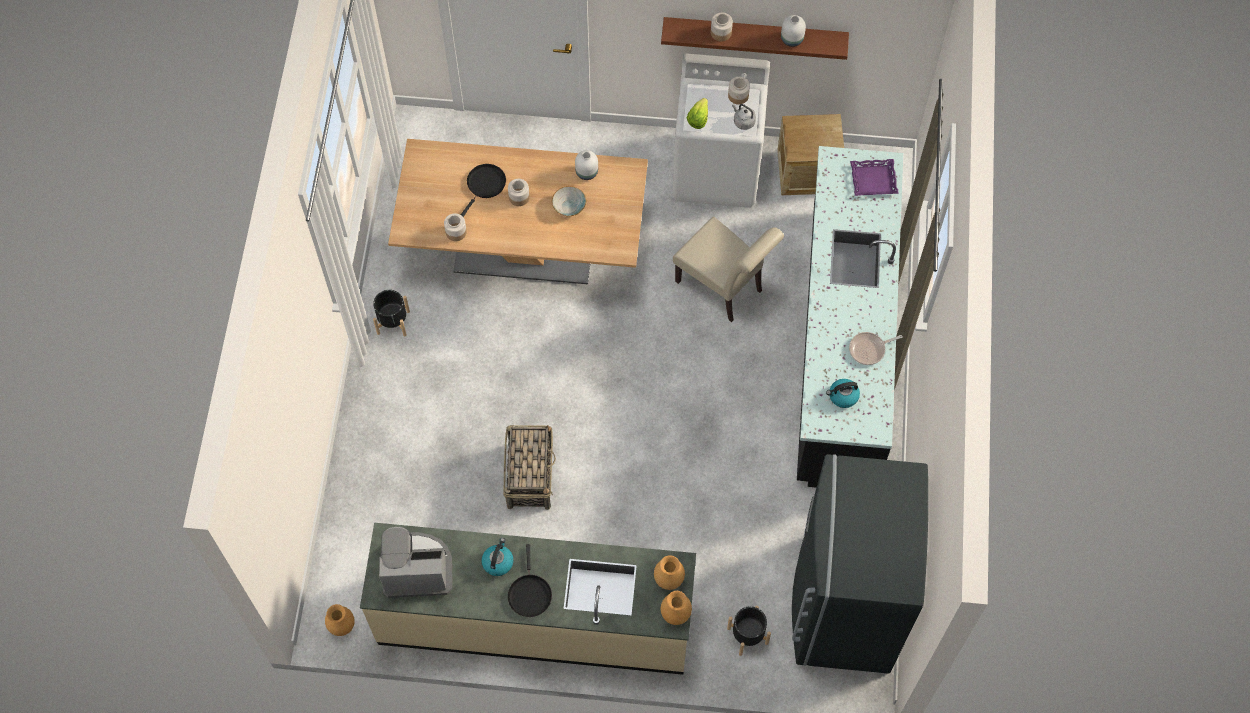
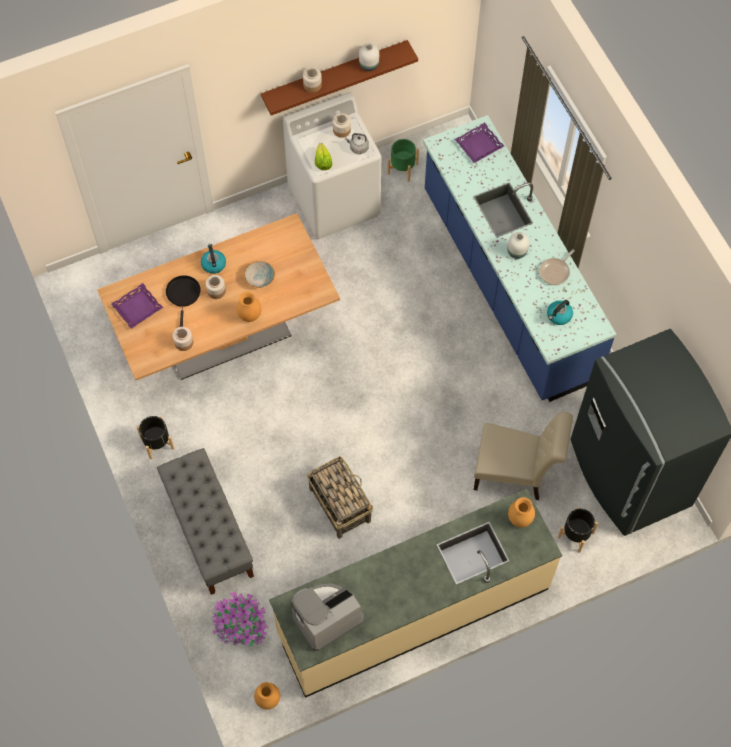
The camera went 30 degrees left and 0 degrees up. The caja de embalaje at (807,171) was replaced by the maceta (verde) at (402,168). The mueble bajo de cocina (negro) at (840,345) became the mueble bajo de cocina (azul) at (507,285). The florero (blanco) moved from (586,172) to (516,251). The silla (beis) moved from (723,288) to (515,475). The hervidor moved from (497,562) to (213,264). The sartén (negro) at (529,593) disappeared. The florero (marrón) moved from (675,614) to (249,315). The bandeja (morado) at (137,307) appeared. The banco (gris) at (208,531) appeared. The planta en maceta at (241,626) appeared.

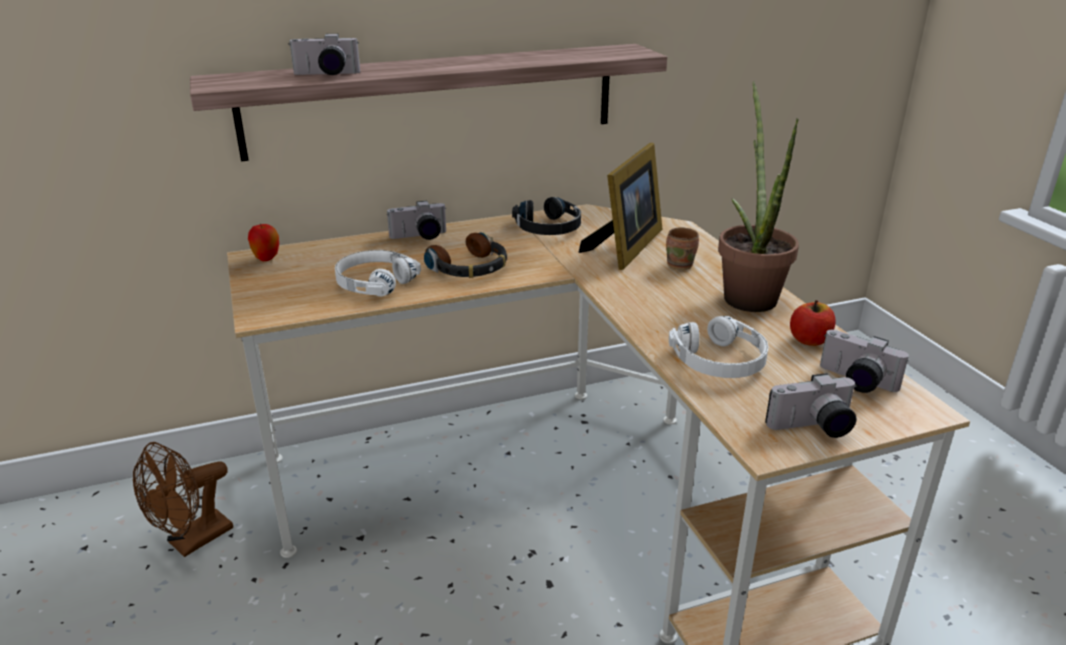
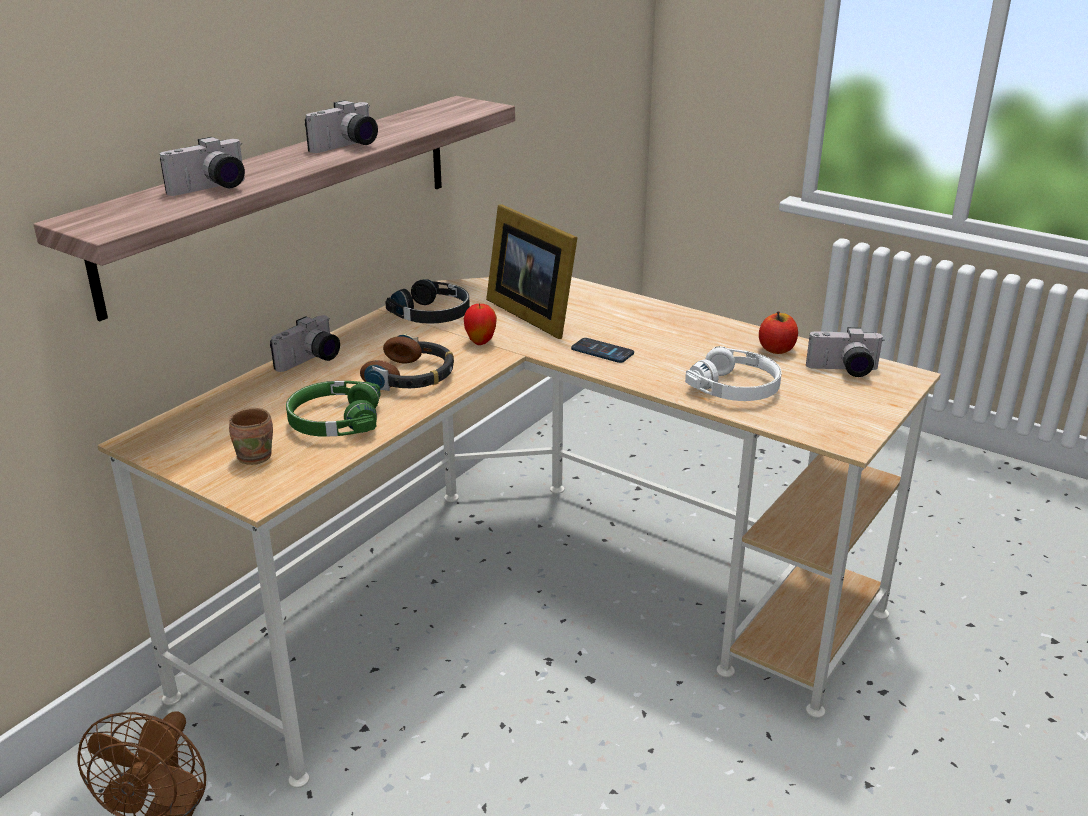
The camera went 35 degrees left and 0 degrees up. The planta en maceta at (747,294) disappeared. The portarretratos at (626,247) turned 150 degrees clockwise. The manzana moved from (266,259) to (481,342). The taza grande (marrón) moved from (681,265) to (256,456). The auriculares (blanco) at (374,282) became the auriculares (verde) at (334,421). The cámara moved from (813,428) to (347,147). The móvil at (602,351) appeared.

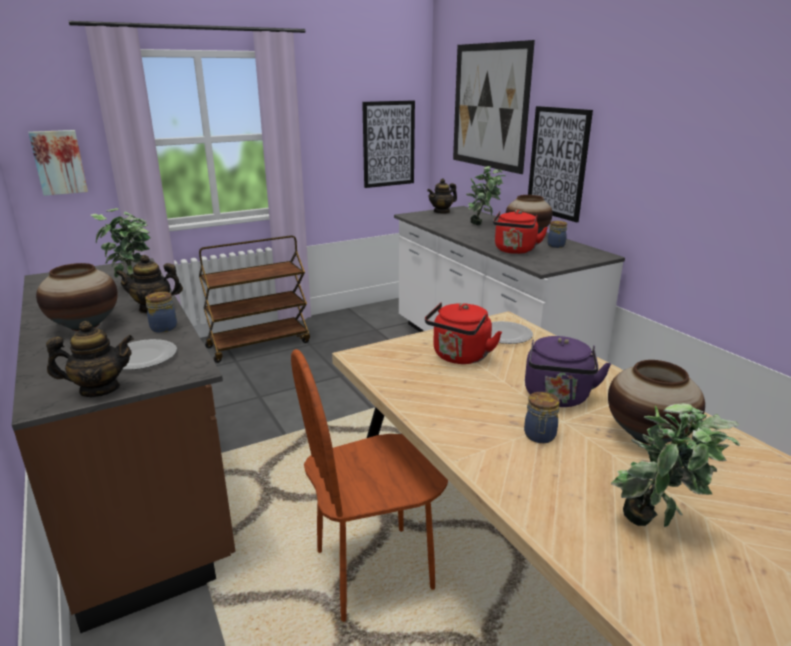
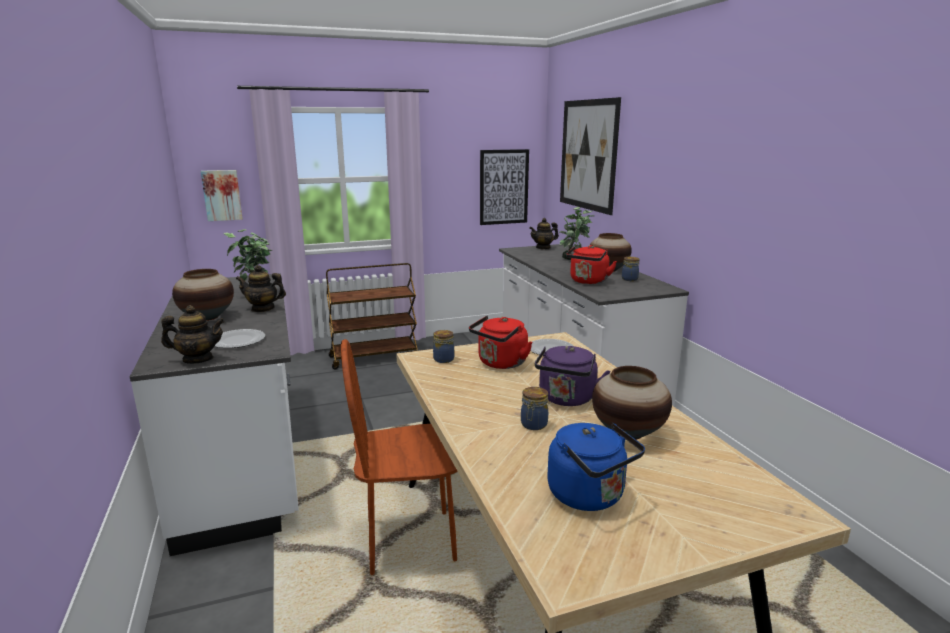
The camera went 10 degrees right and 5 degrees down. The cuadro at (558,163) disappeared. The mueble bajo de cocina (marrón) at (140,484) became the mueble bajo de cocina (blanco) at (245,456). The tarro moved from (163,327) to (443,359). The planta en maceta at (656,529) was replaced by the hervidor (azul) at (590,496).

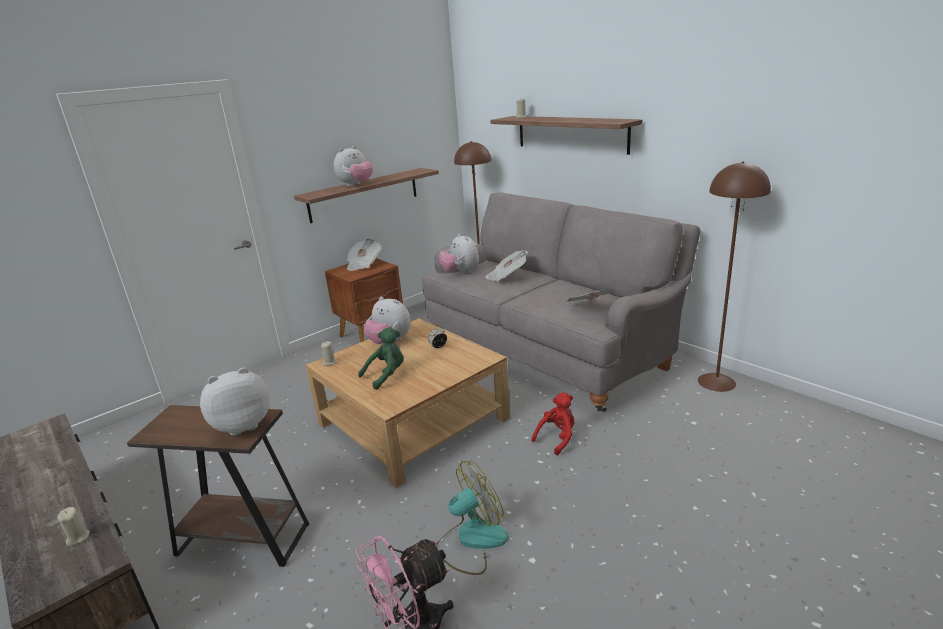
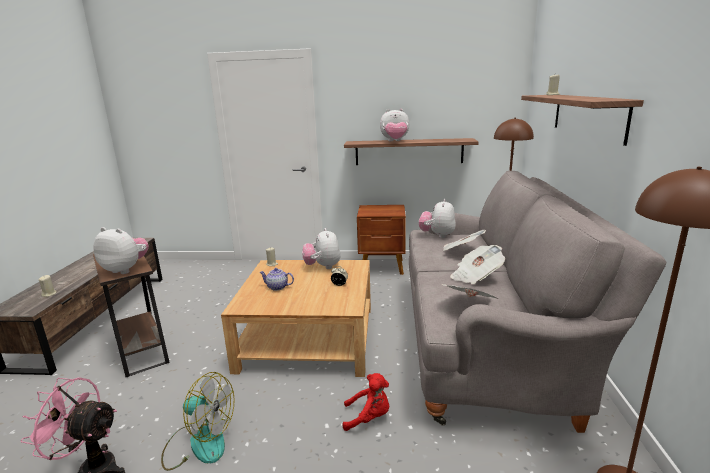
The camera went 45 degrees right and 5 degrees down. The periódico moved from (363,264) to (475,276). The peluche (verde) at (386,375) was replaced by the tetera at (277,287).

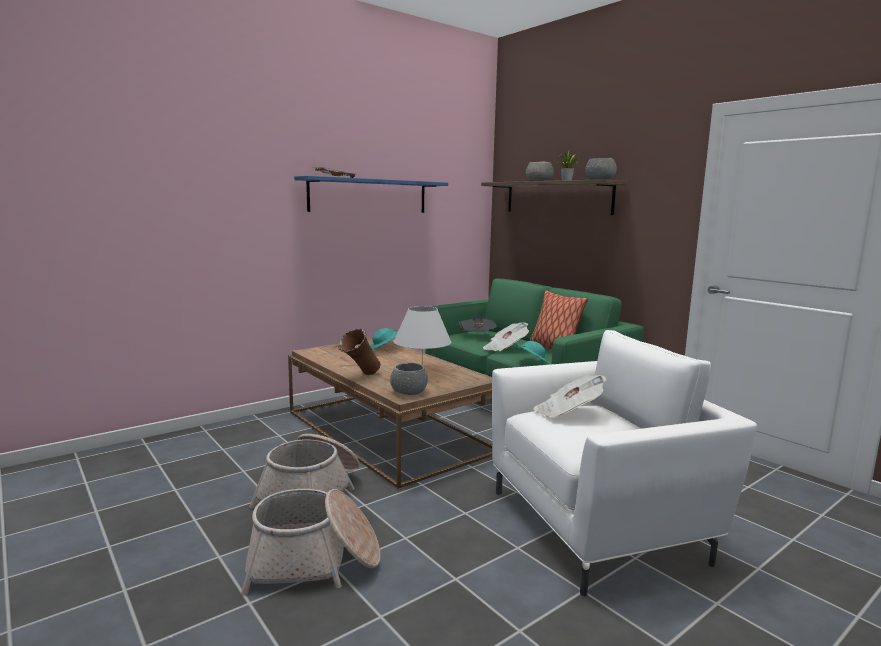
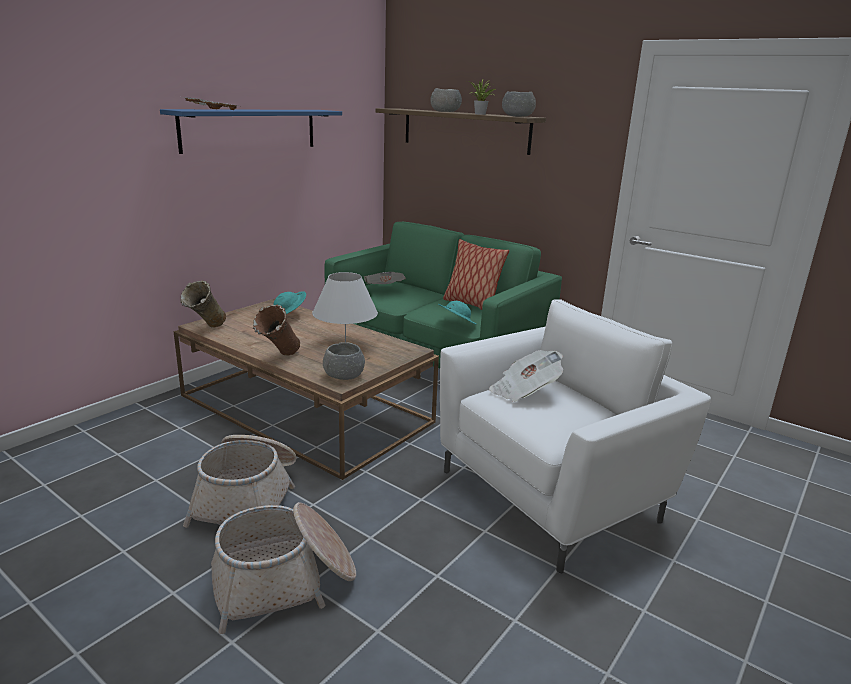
The camera went 15 degrees left and 10 degrees up. The periódico at (505,348) disappeared. The florero (beis) at (206,330) appeared.

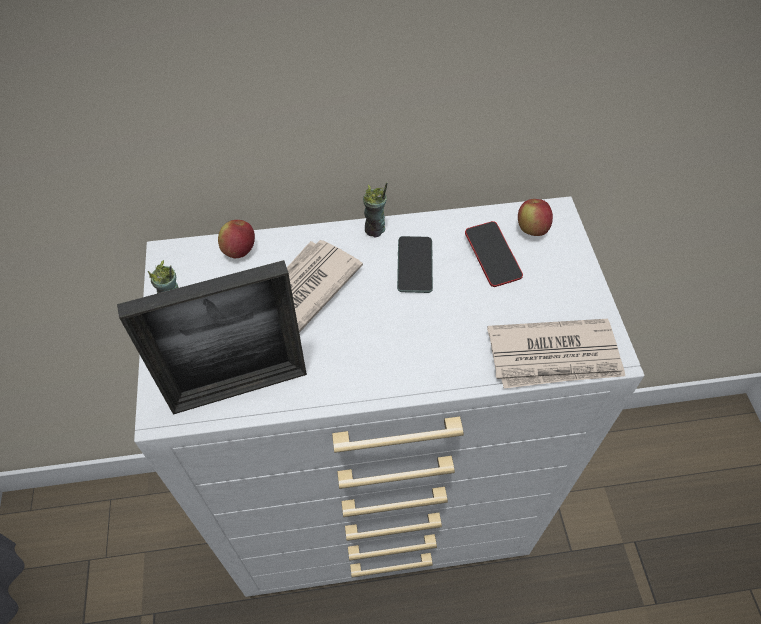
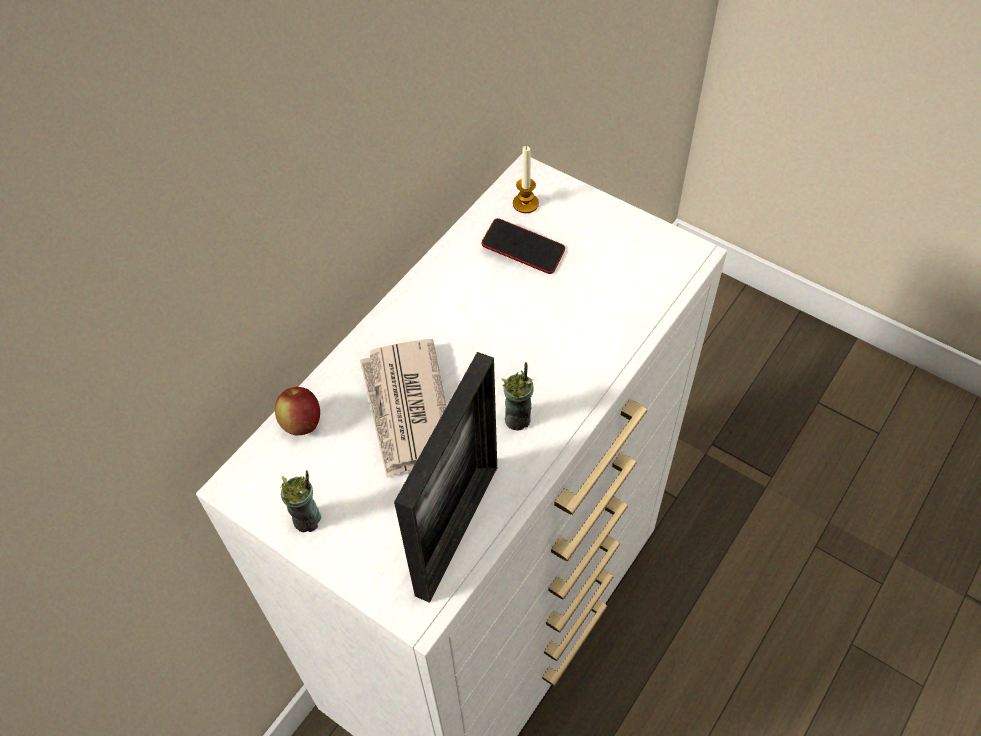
The camera went 45 degrees left and 0 degrees up. The taza moved from (375,230) to (518,419). The manzana at (531,229) was replaced by the vela at (525,204). The móvil at (415,265) disappeared. The periódico at (555,357) disappeared.

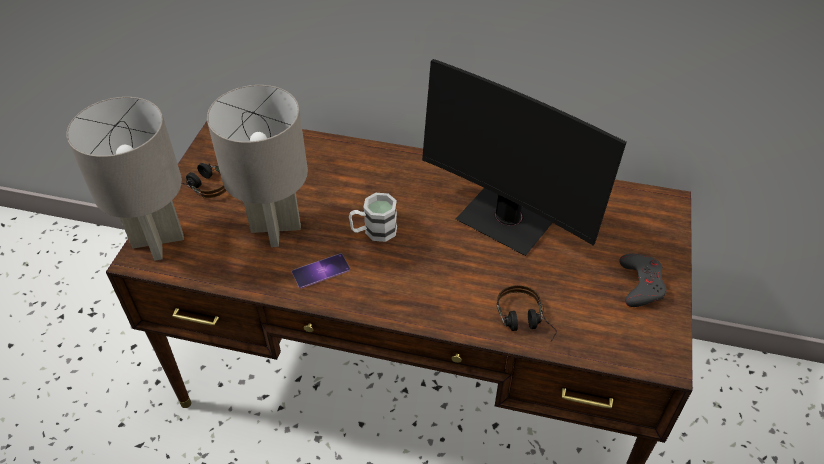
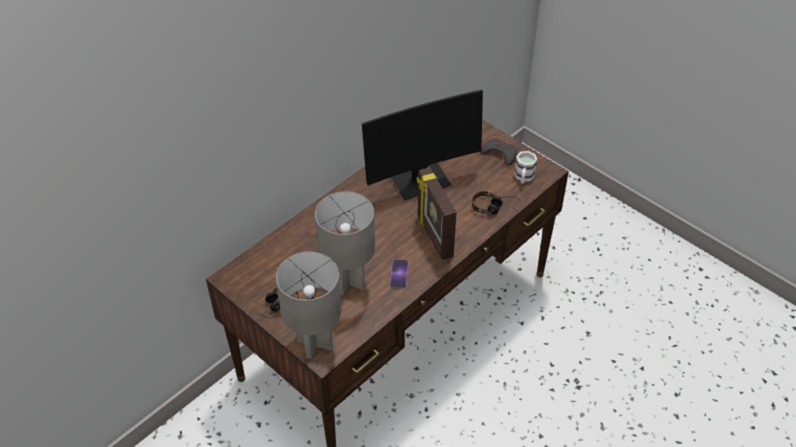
The camera went 60 degrees left and 0 degrees up. The taza grande (blanco) moved from (374,231) to (523,177). The portarretratos at (434,236) appeared.

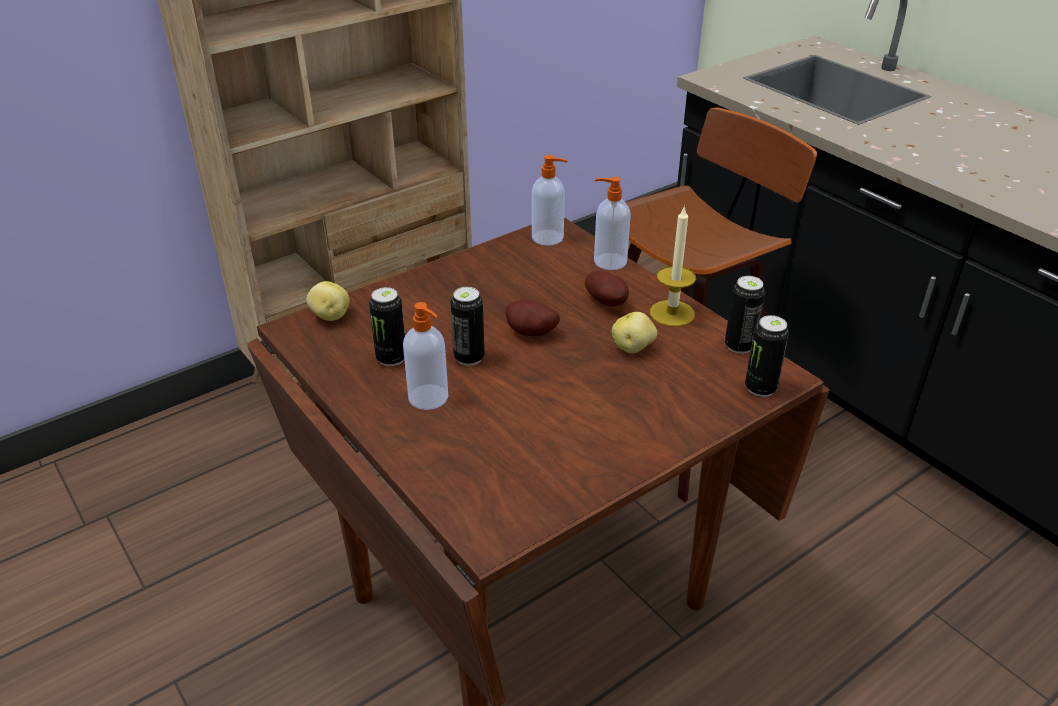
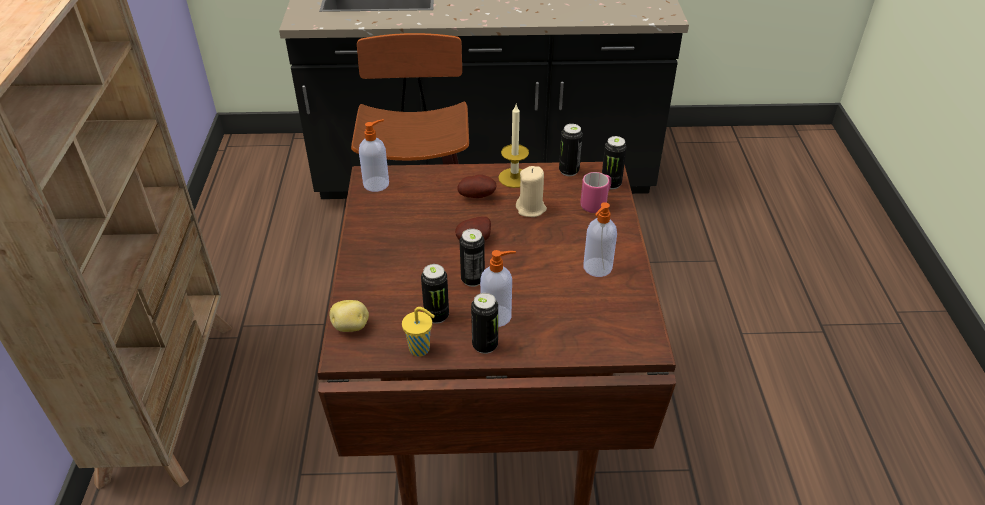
The camera went 55 degrees left and 5 degrees up. The dispensador de jabón moved from (608,261) to (597,268). The patata at (633,347) was replaced by the vela (beis) at (531,208). The taza grande (rosa) at (596,204) appeared. The lata at (485,345) appeared. The taza (amarillo) at (421,349) appeared.

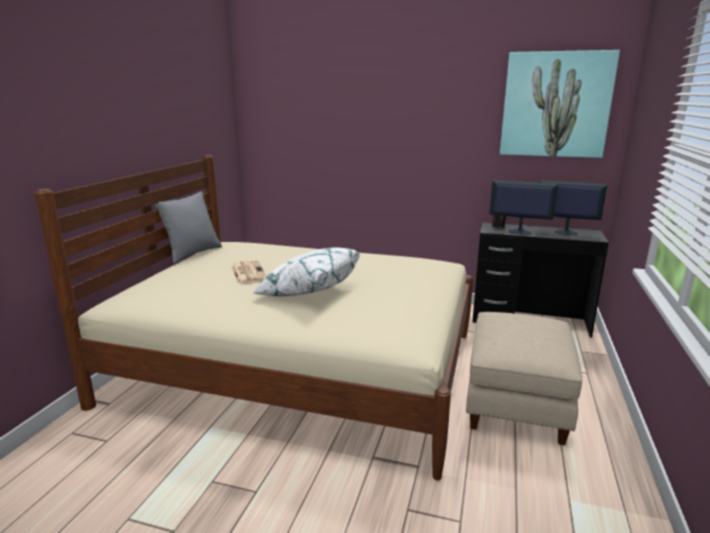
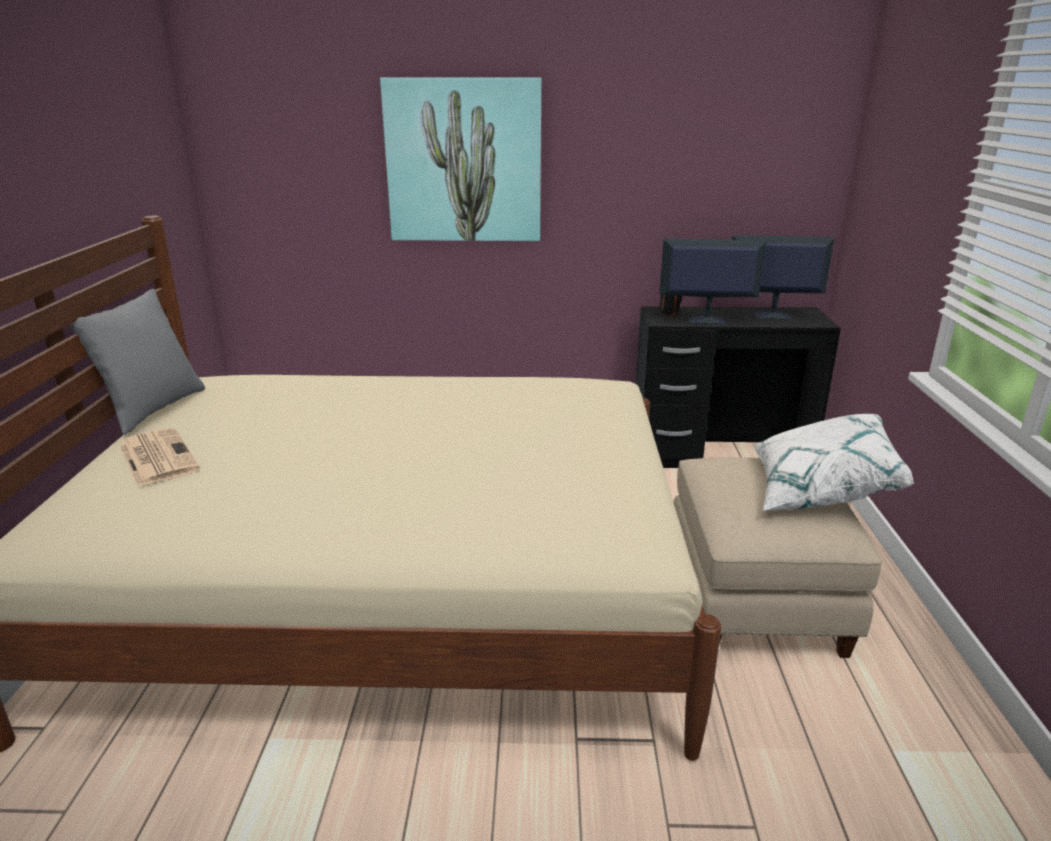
The camera went 15 degrees left and 5 degrees up. The cuadro moved from (555,105) to (464,161). The cojín (blanco) moved from (308,291) to (818,490). The periódico moved from (248,272) to (157,457).

